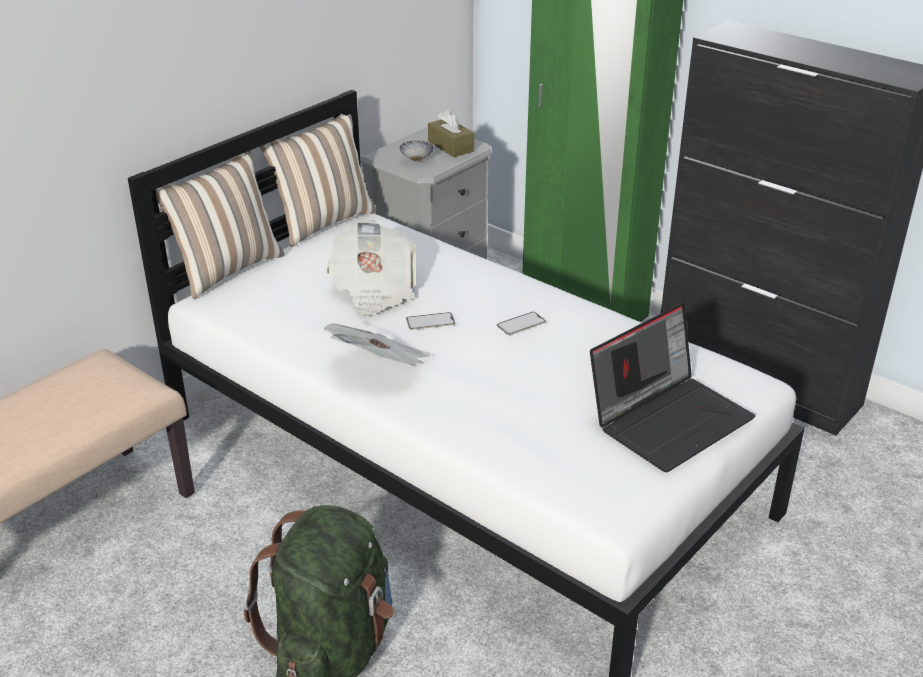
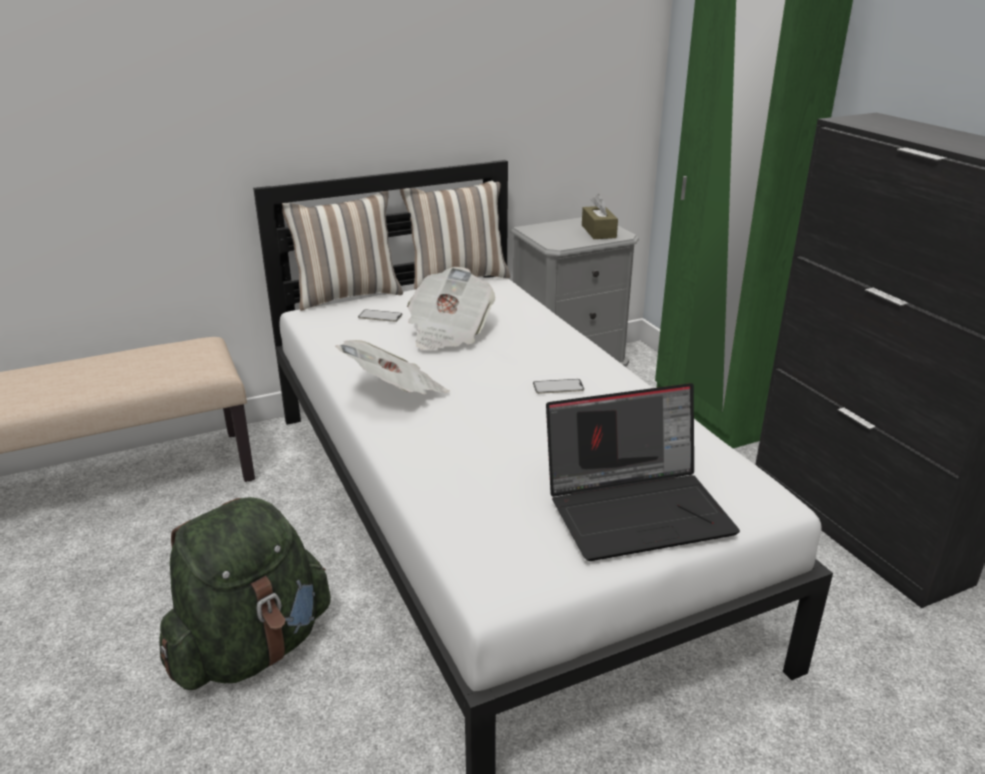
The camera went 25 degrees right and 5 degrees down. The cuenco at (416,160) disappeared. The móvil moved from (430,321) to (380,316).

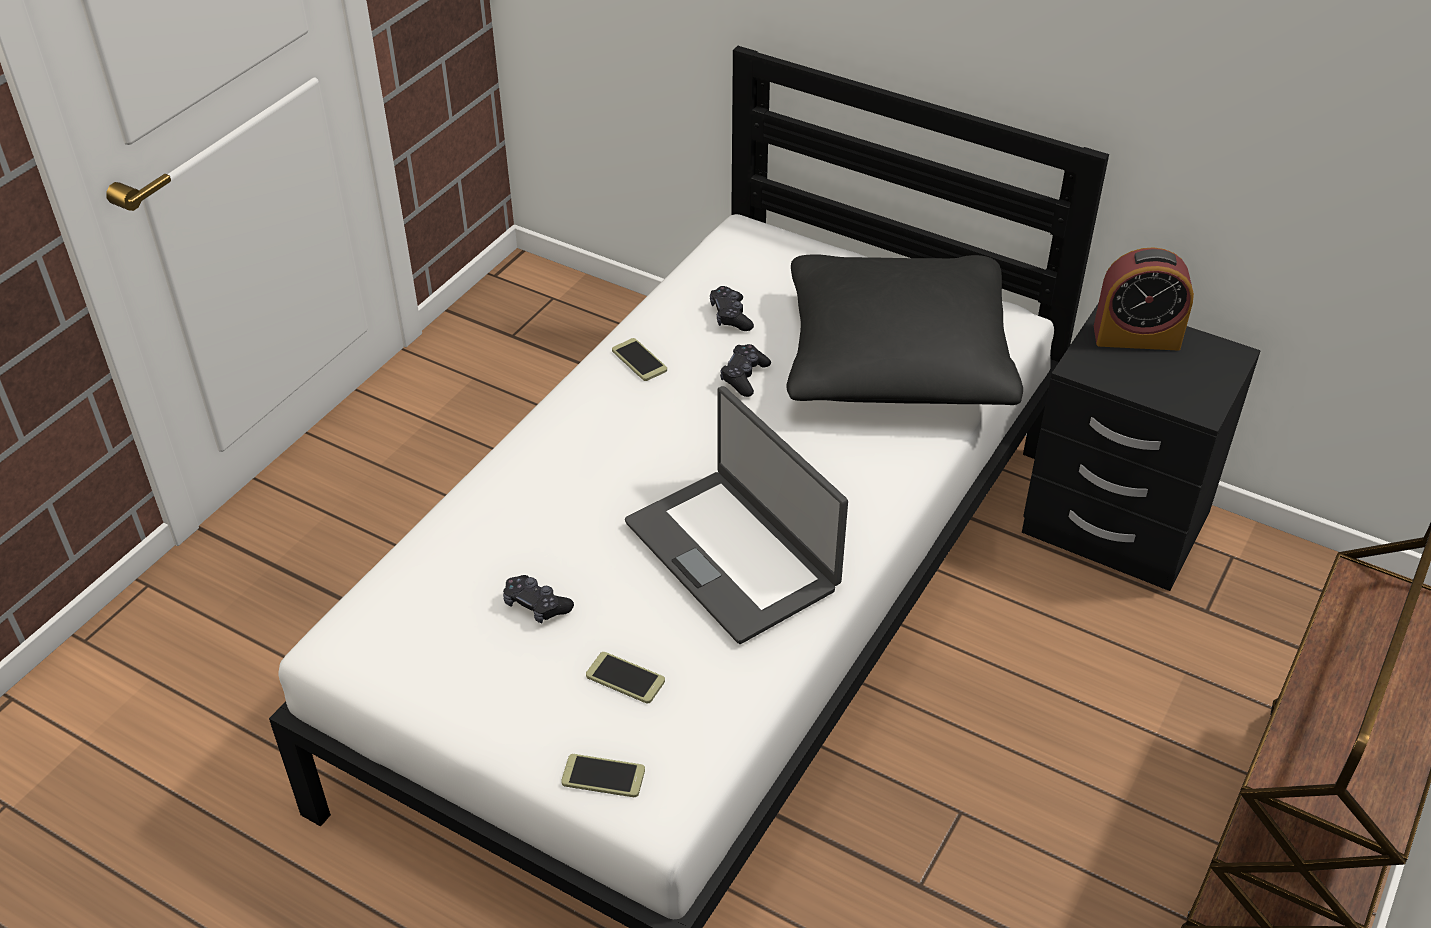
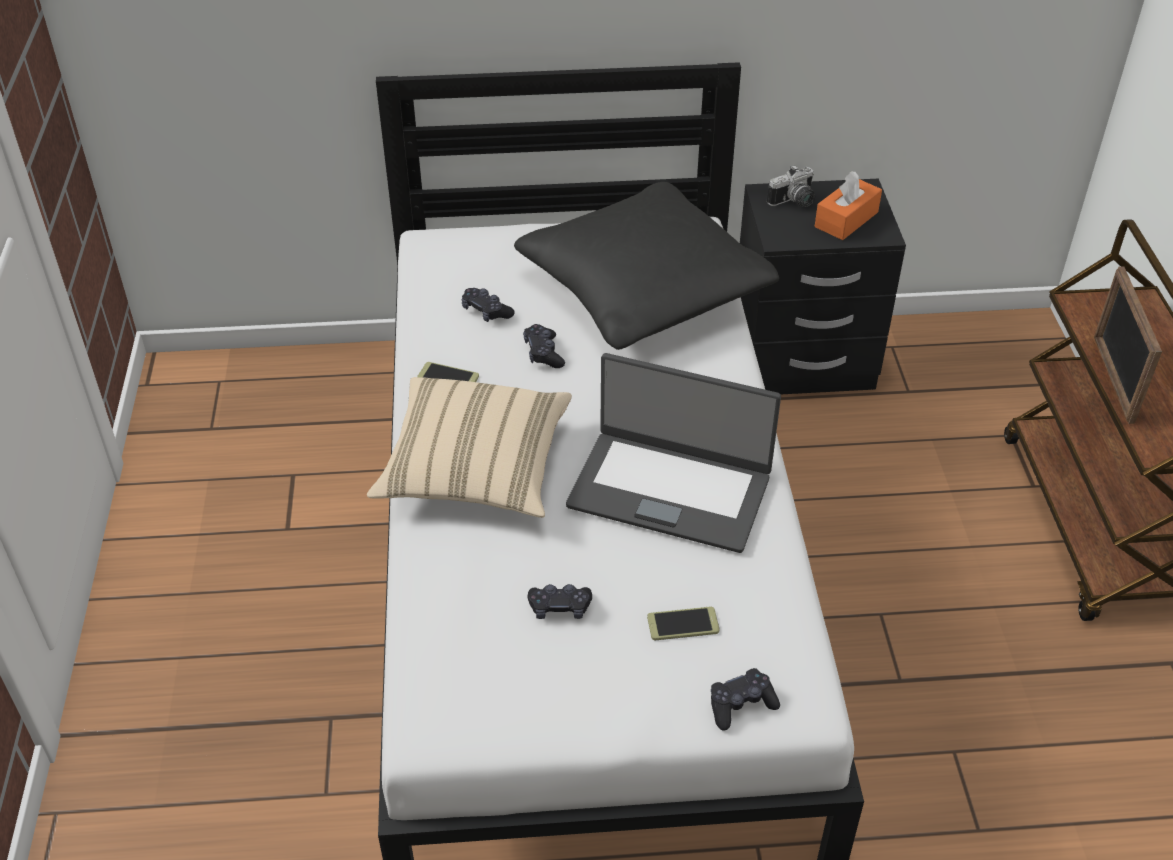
The camera went 35 degrees left and 0 degrees up. The despertador at (1136,337) was replaced by the cámara at (794,202). The móvil at (603,776) was replaced by the mando de consola (negro) at (741,705). The caja de pañuelos (naranja) at (846,219) appeared. The portarretratos at (1113,379) appeared. The cojín (beis) at (475,470) appeared.

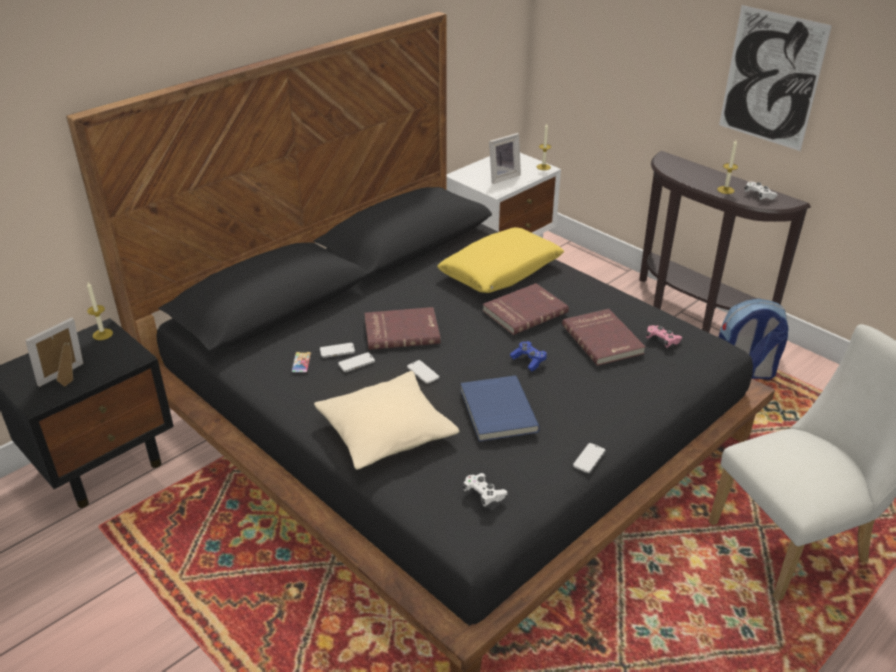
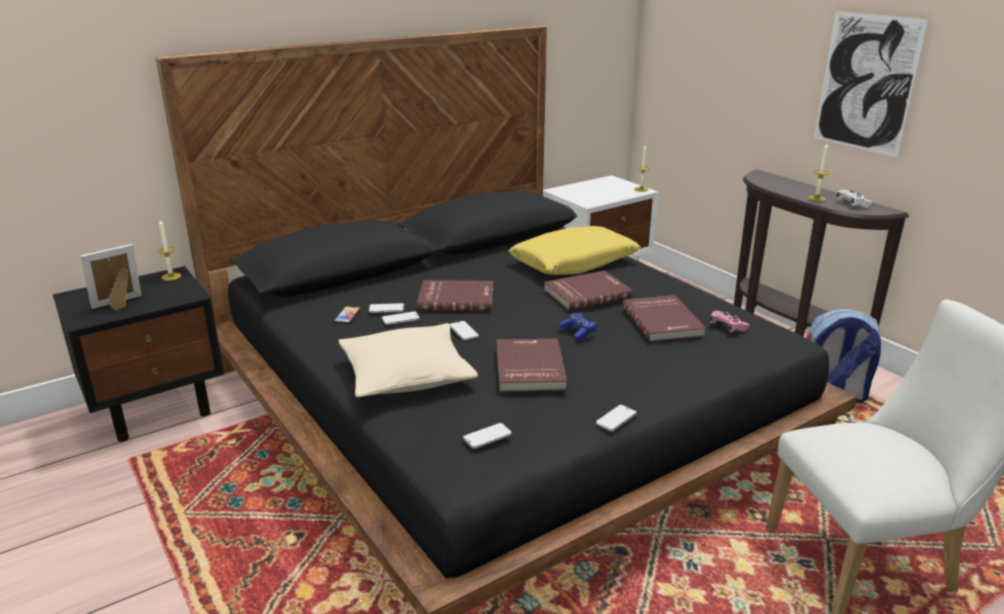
The camera went 10 degrees right and 10 degrees down. The portarretratos at (502,177) disappeared. The libro (azul) at (496,411) became the libro (rojo) at (528,368). The mando de consola (blanco) at (484,494) was replaced by the móvil at (487,437).

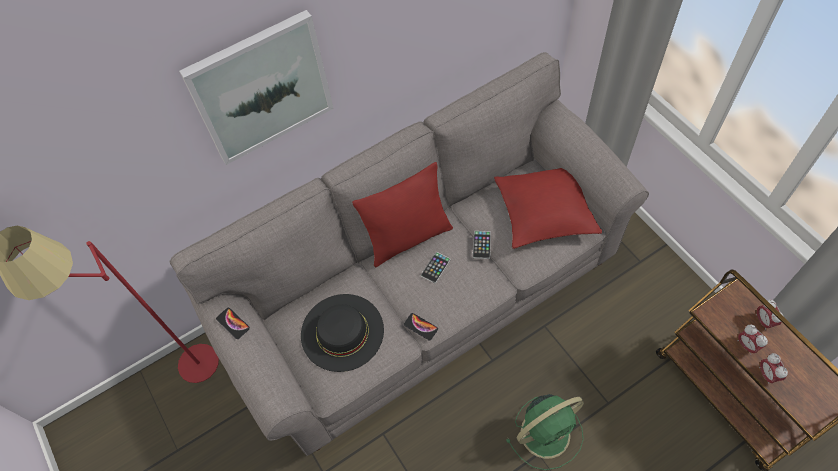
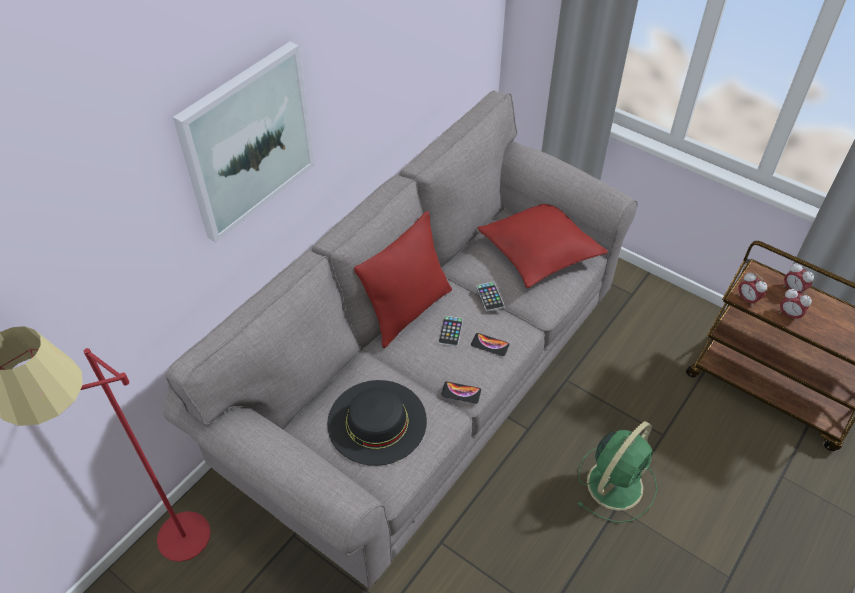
The camera went 25 degrees left and 10 degrees down. The móvil moved from (233,323) to (490,345). The despertador moved from (767,374) to (747,299).

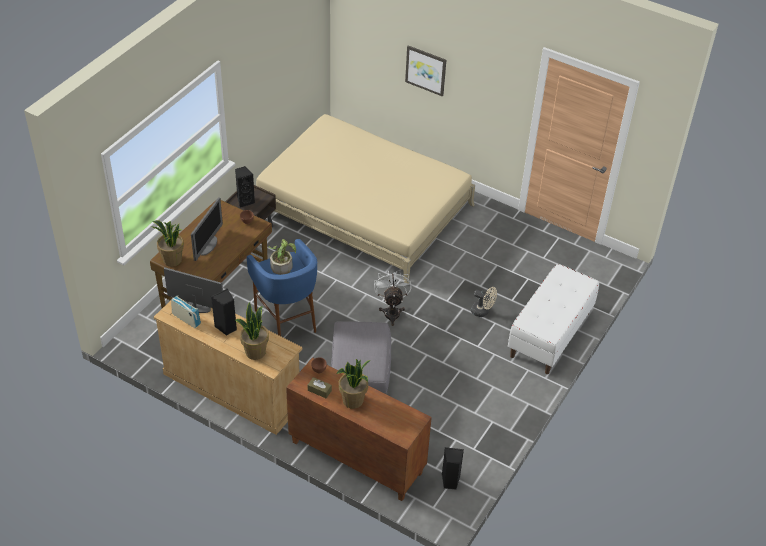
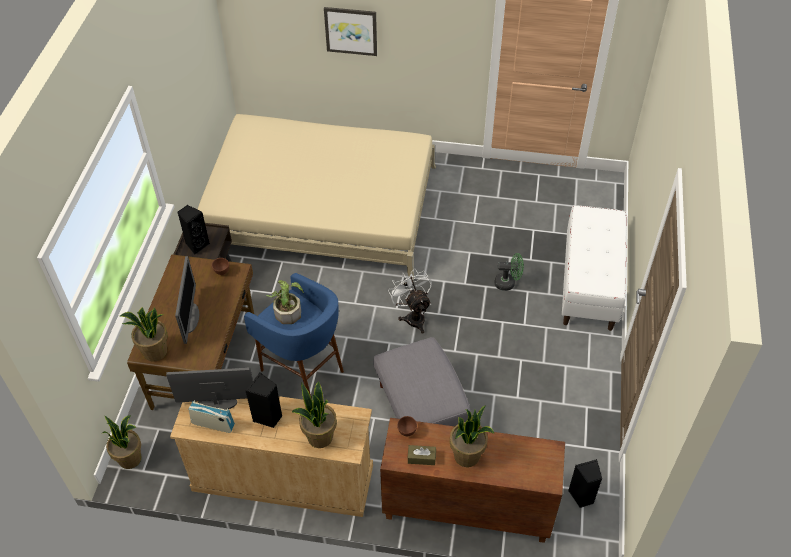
The camera went 20 degrees left and 5 degrees up. The ventilador (beis) at (482,311) became the ventilador (verde) at (508,283). The planta en maceta at (130,458) appeared.

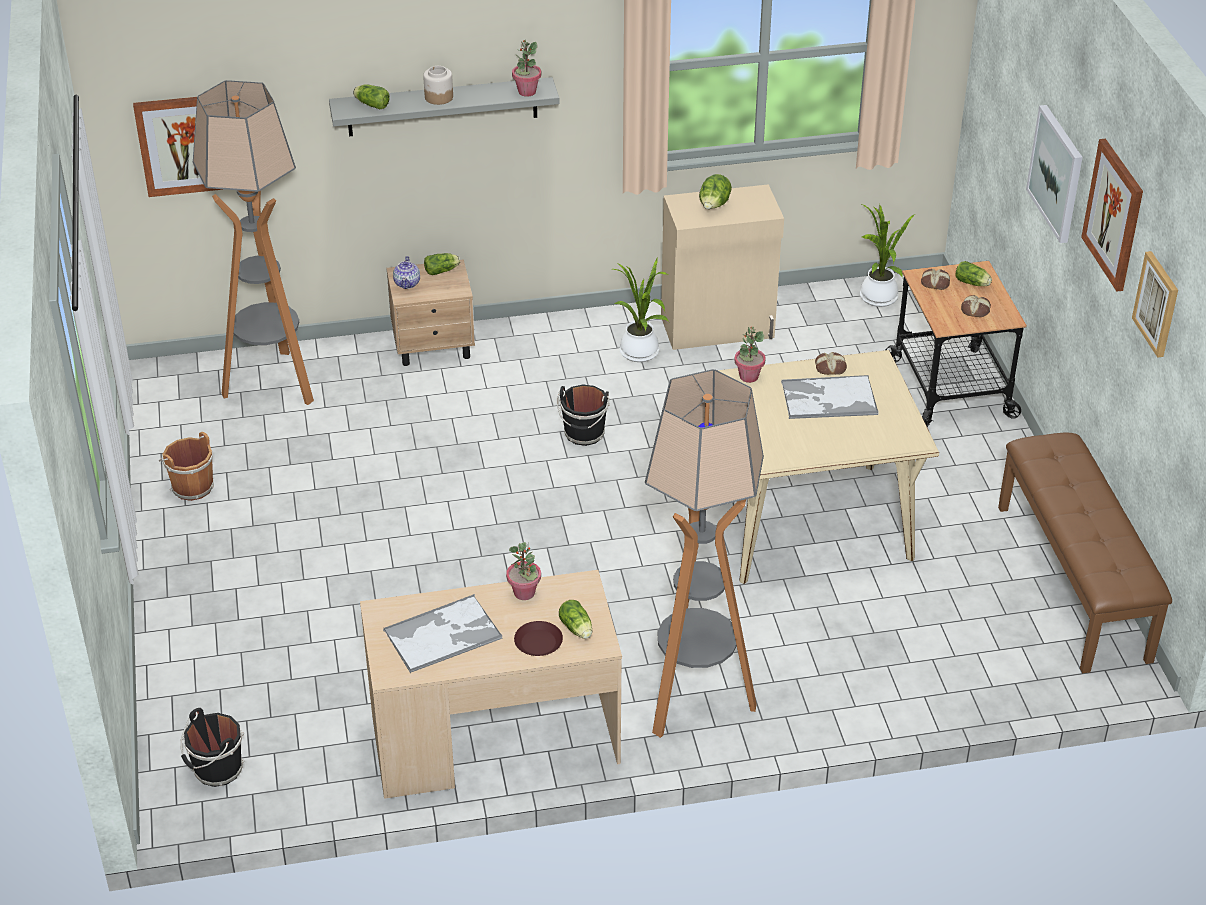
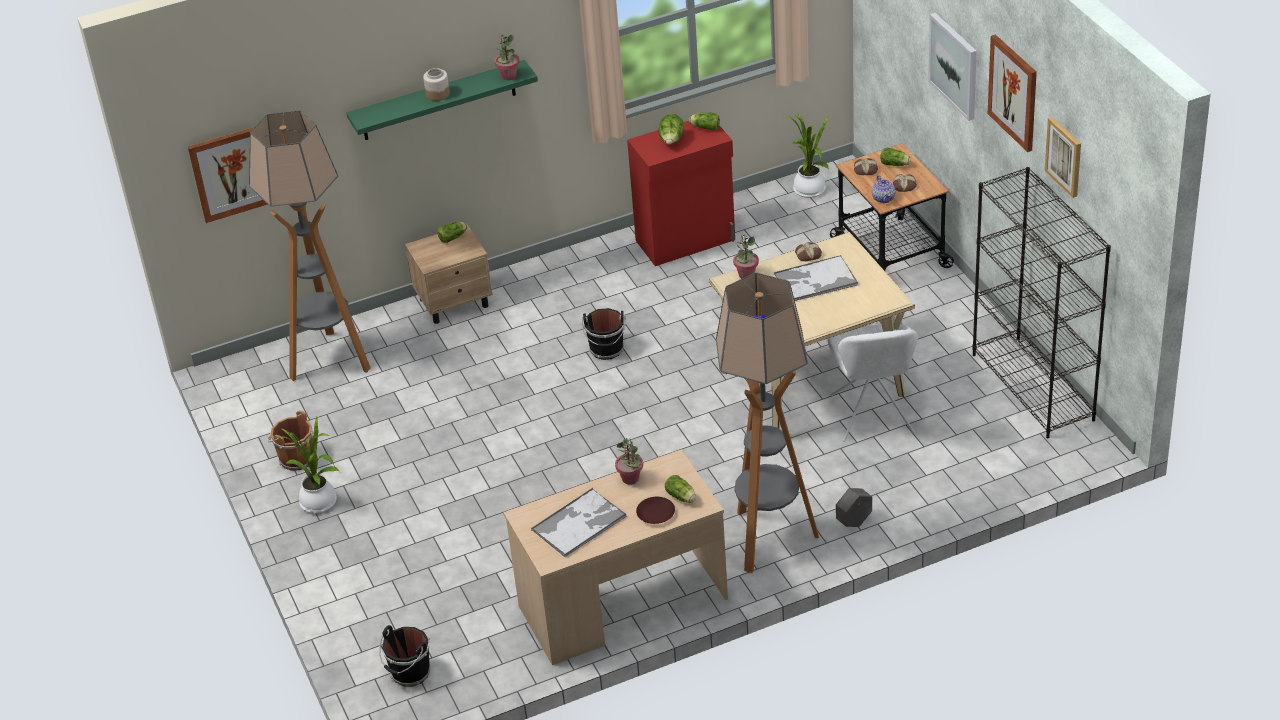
The camera went 10 degrees left and 0 degrees up. The estante (gris) at (442,107) became the estante (verde) at (438,101). The lechuga moved from (371,104) to (704,127). The armario (beis) at (718,328) became the armario (rojo) at (686,241). The tetera moved from (407,283) to (883,198). The planta en maceta moved from (640,354) to (320,504). The banco (marrón) at (1074,582) was replaced by the estantería (negro) at (1033,387). The silla (blanco) at (872,416) appeared. The maceta (gris) at (854,522) appeared.

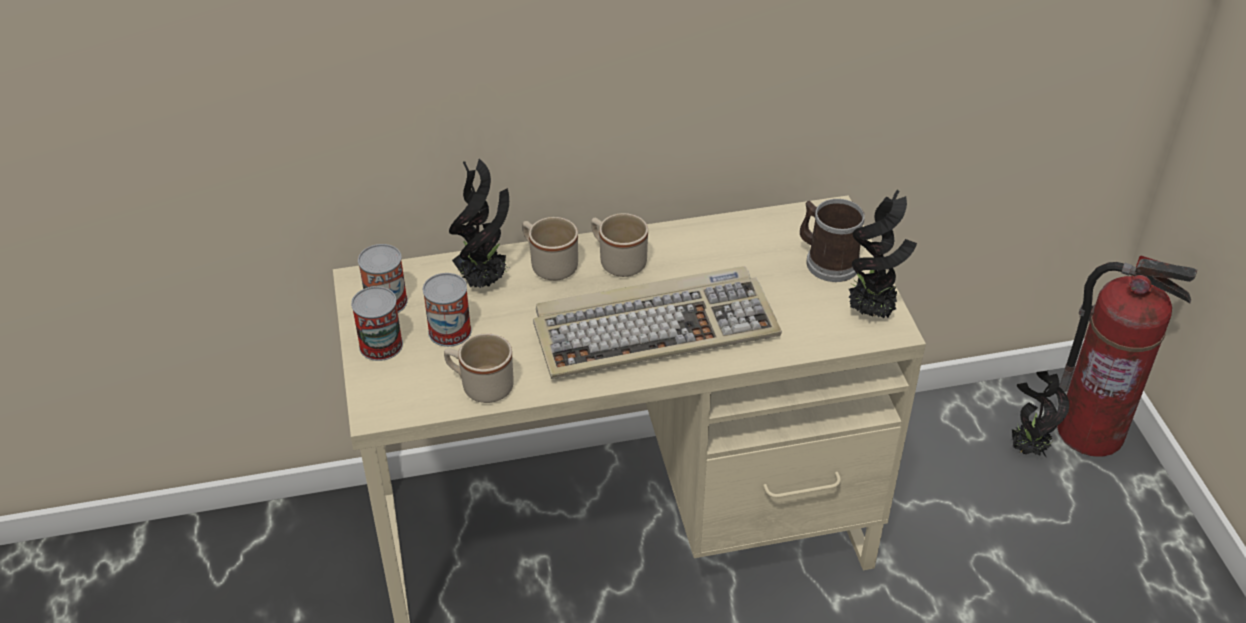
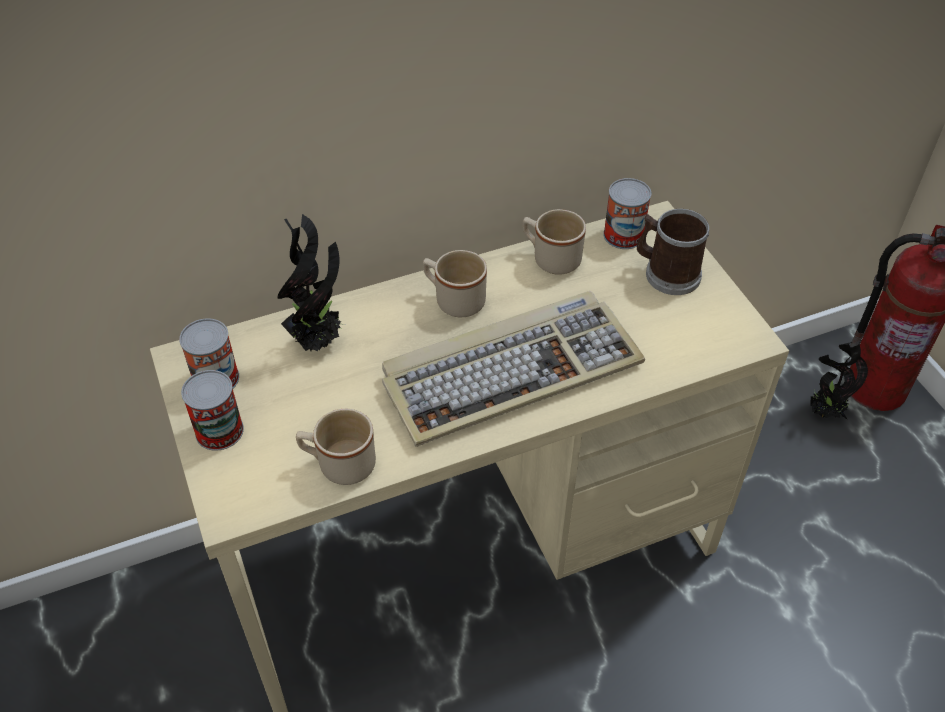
The camera went 10 degrees left and 5 degrees up. The planta en maceta at (872,312) disappeared. The taza grande (beis) moved from (549,264) to (550,258). The lata moved from (450,331) to (623,235).

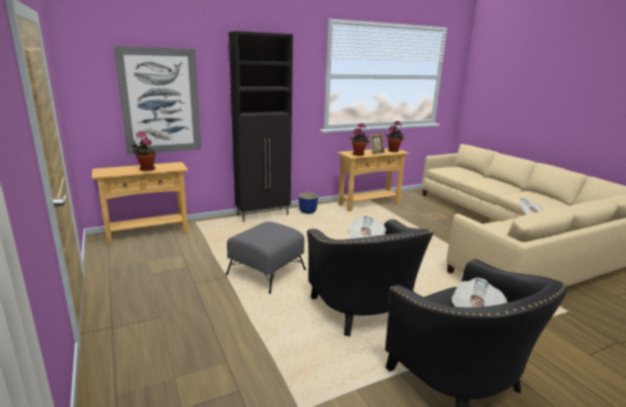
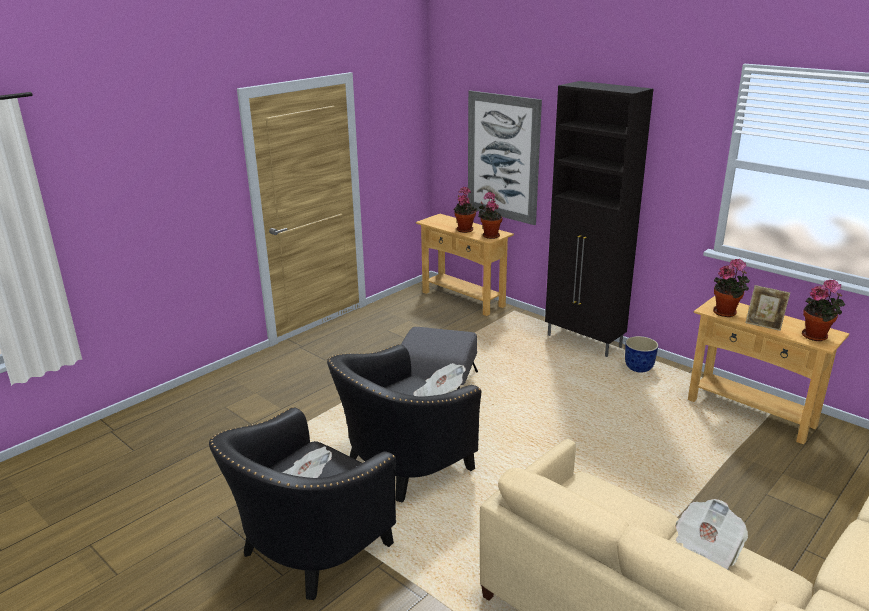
The camera went 70 degrees right and 5 degrees up. The planta en maceta at (489,235) appeared.

